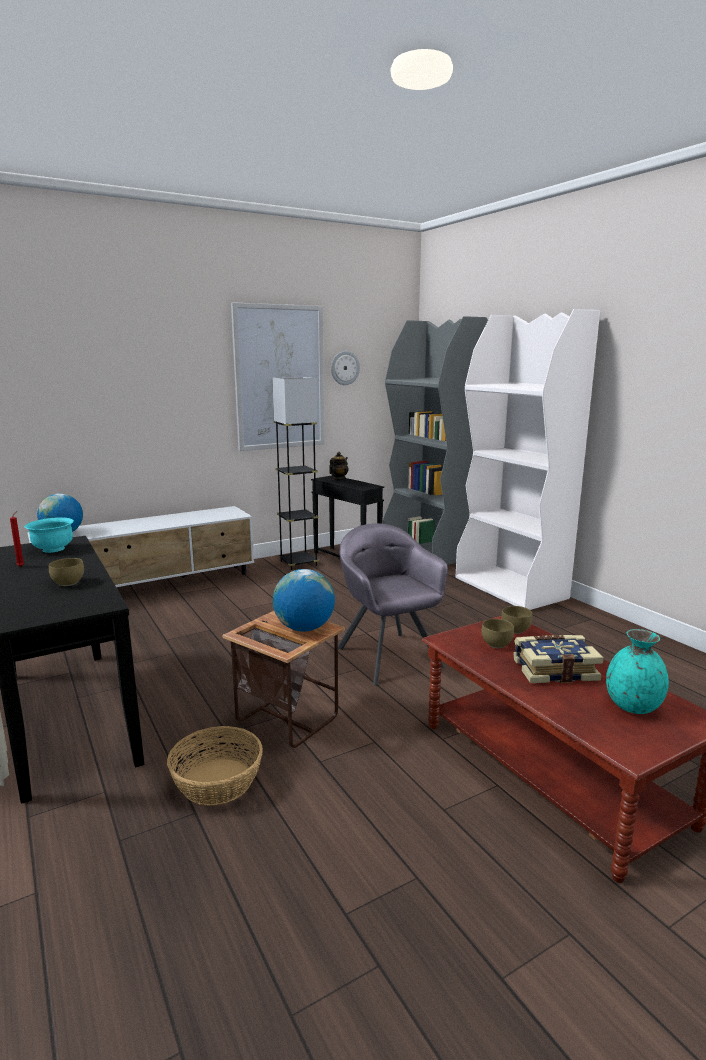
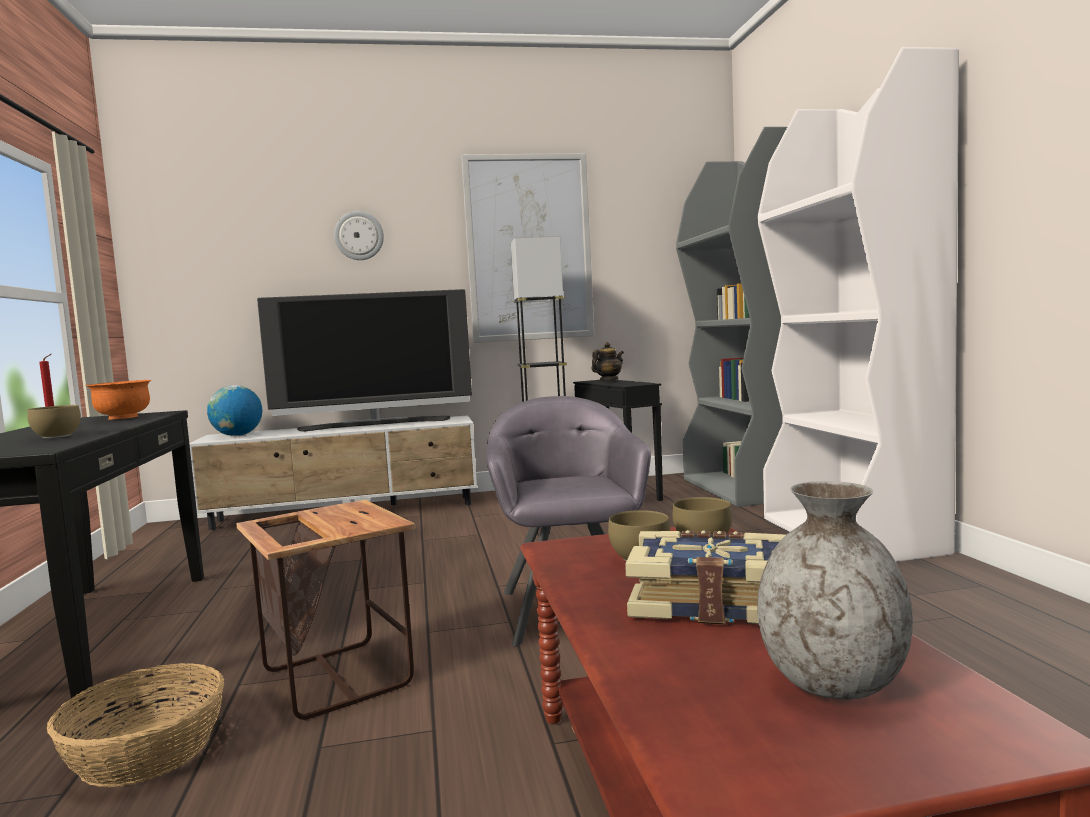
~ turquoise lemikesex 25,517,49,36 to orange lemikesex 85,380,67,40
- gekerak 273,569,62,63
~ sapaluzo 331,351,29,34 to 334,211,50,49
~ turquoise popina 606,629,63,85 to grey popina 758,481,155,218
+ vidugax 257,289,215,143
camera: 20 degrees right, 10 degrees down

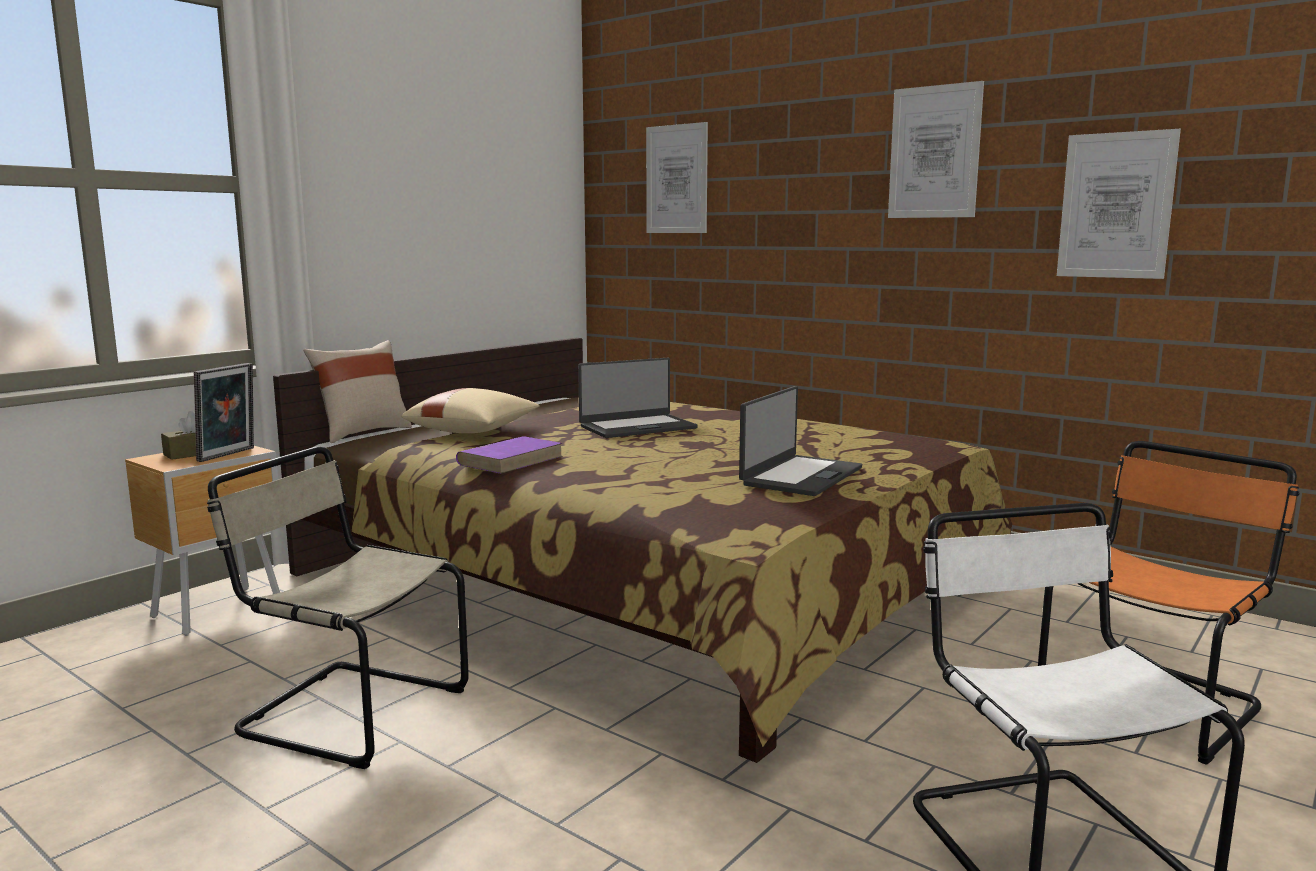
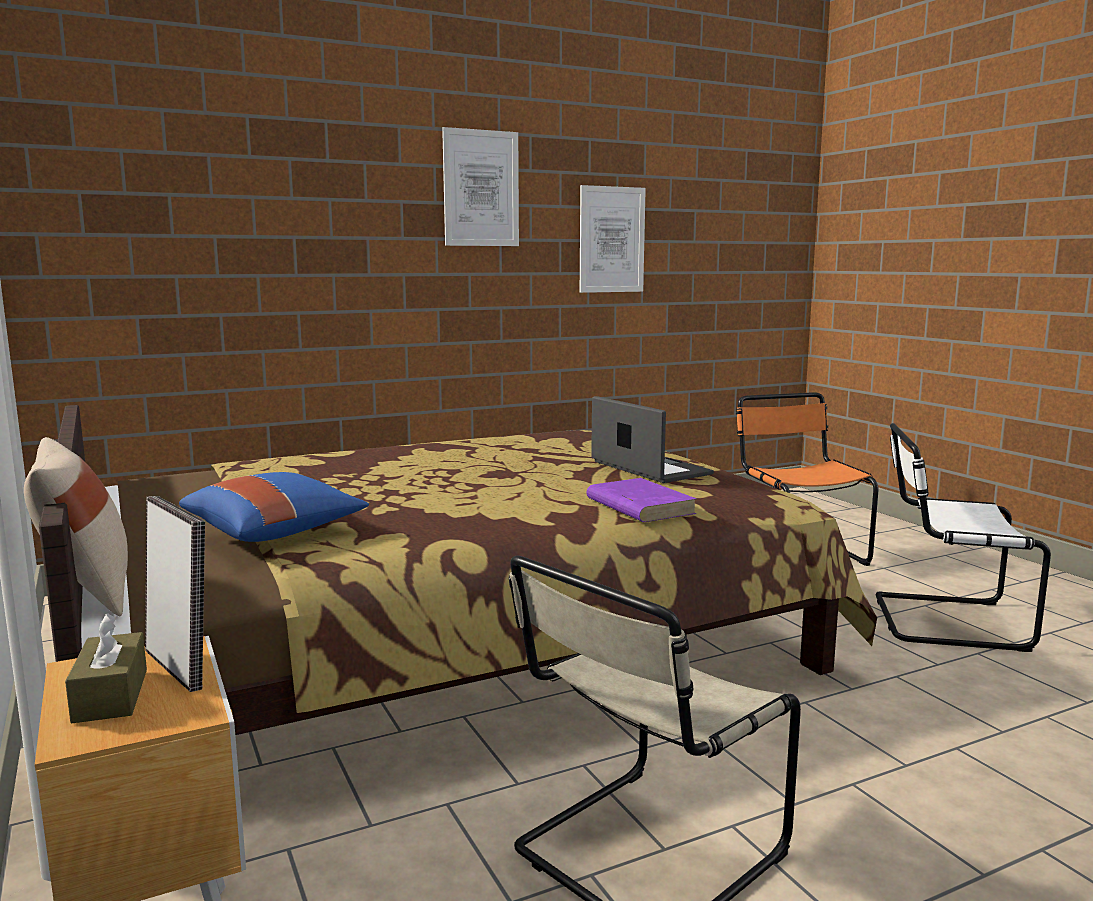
~ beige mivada 402,388,137,45 to blue mivada 179,472,190,70
~ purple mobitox 456,436,107,38 to 586,478,111,44
- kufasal 578,358,120,80
- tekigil 646,122,62,111
camera: 65 degrees left, 0 degrees up

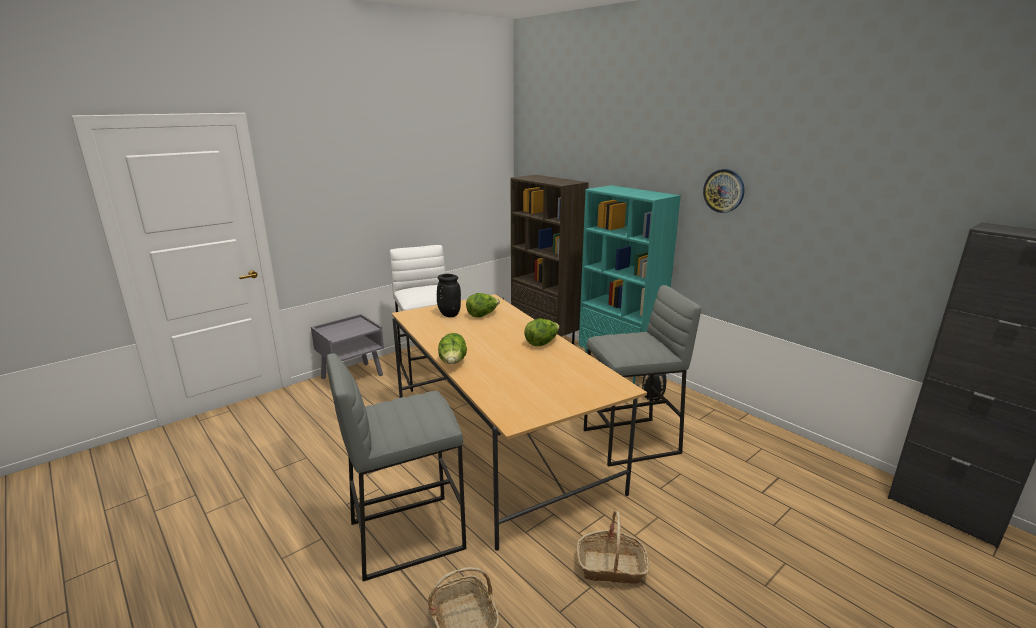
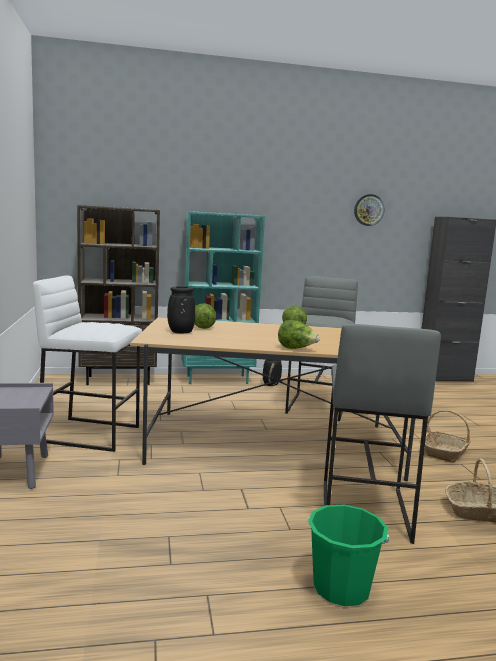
~ sapaluzo 703,169,42,44 to 354,194,30,32
+ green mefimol 308,505,81,101
camera: 60 degrees left, 10 degrees down

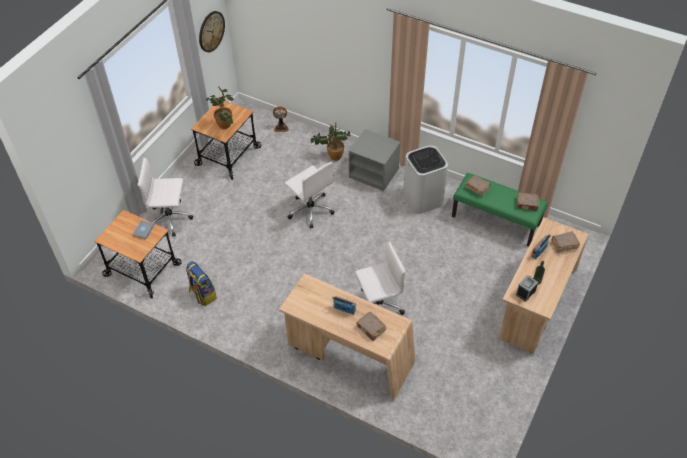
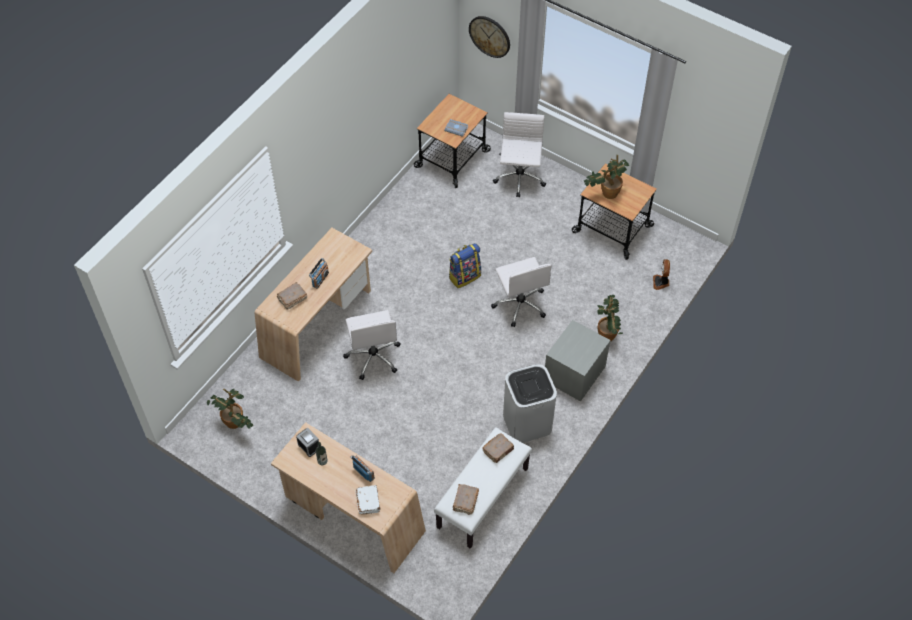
~ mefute 186,261,31,45 to 449,243,32,45
~ sapaluzo 199,11,26,41 to 469,16,41,42
~ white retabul 284,162,51,66 = 491,257,61,70 75 degrees counterclockwise
~ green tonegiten 452,173,96,73 to white tonegiten 434,427,98,122
~ brown mobitox 551,231,29,22 to white mobitox 356,485,25,30
+ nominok 207,389,46,40
camera: 95 degrees right, 5 degrees up

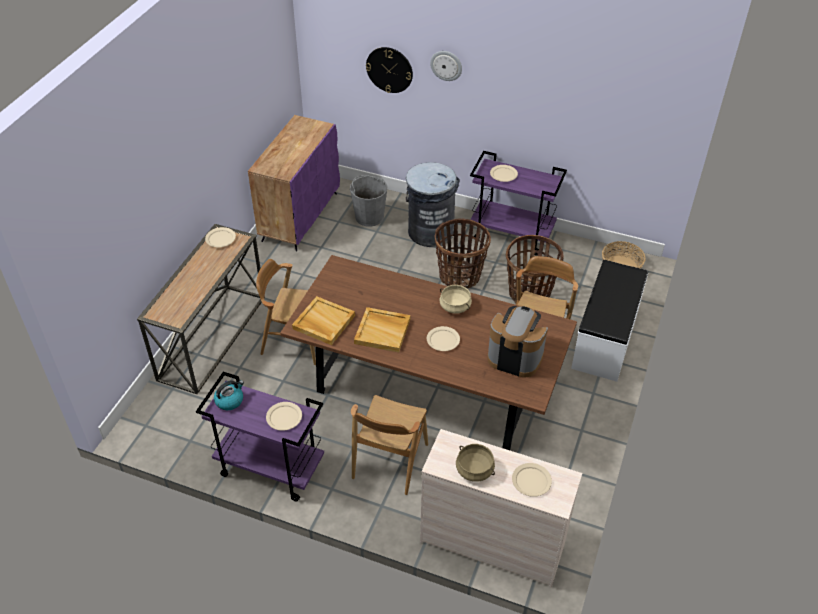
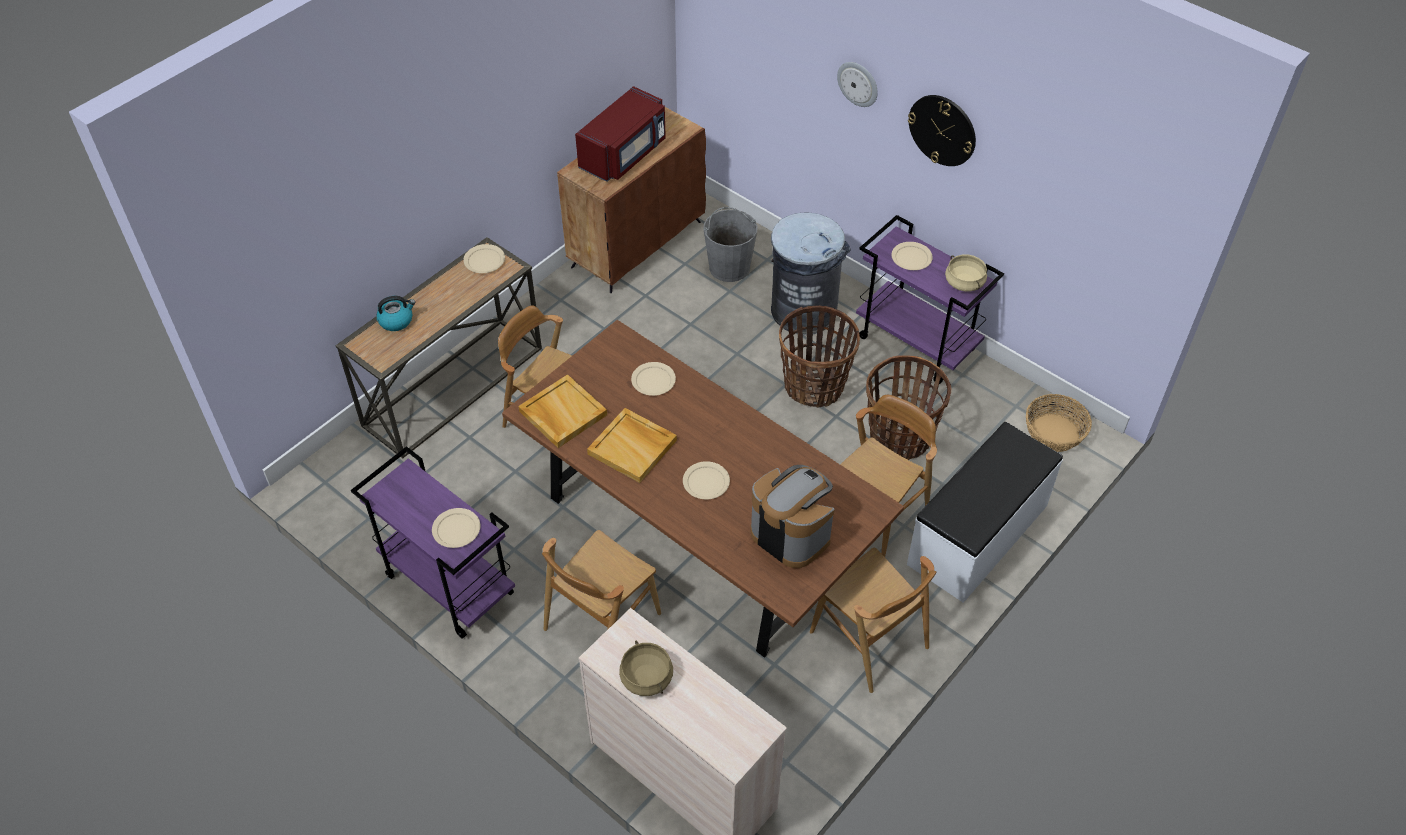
~ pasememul 214,380,30,30 to 376,296,39,35
~ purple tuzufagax 248,115,92,136 to brown tuzufagax 557,107,149,186
~ sapaluzo 366,47,47,46 to 908,95,68,71
~ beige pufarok 439,285,33,29 to 945,255,42,37
~ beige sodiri 512,463,40,34 to 631,362,45,34
+ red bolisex 575,86,91,96
+ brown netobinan 810,548,126,145
camera: 20 degrees right, 5 degrees up

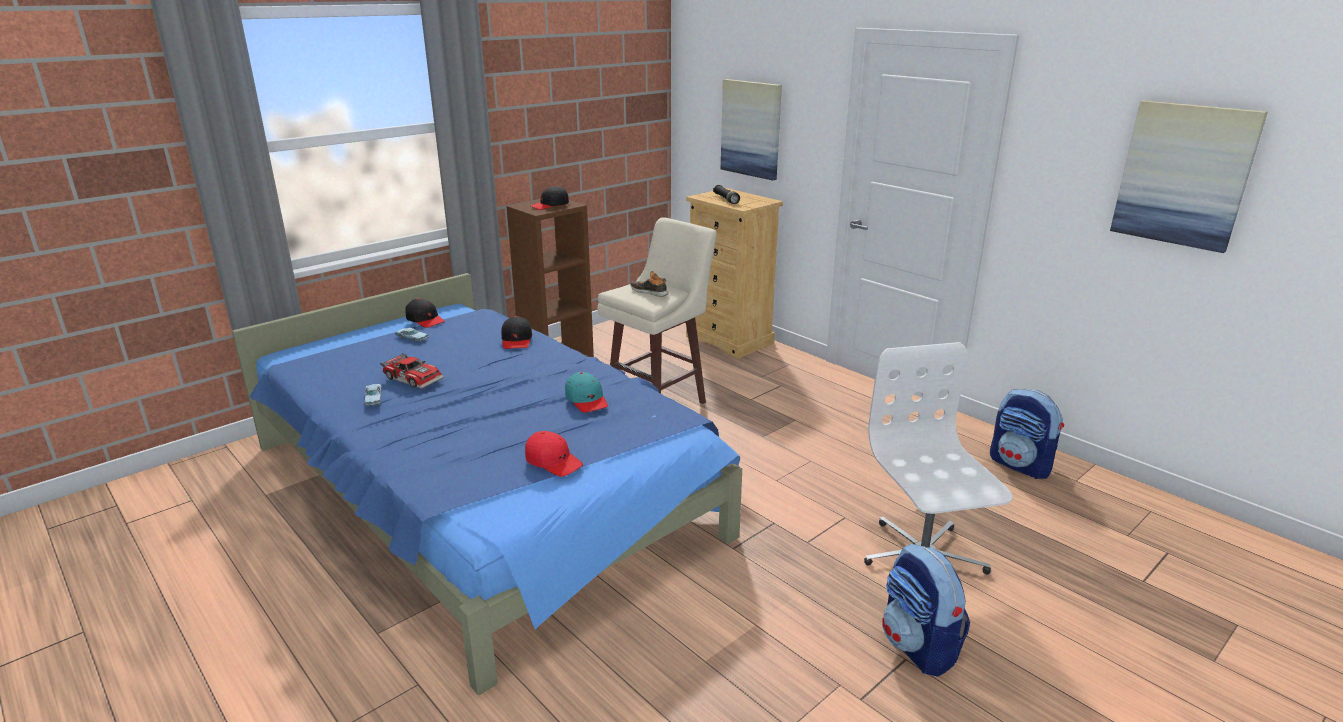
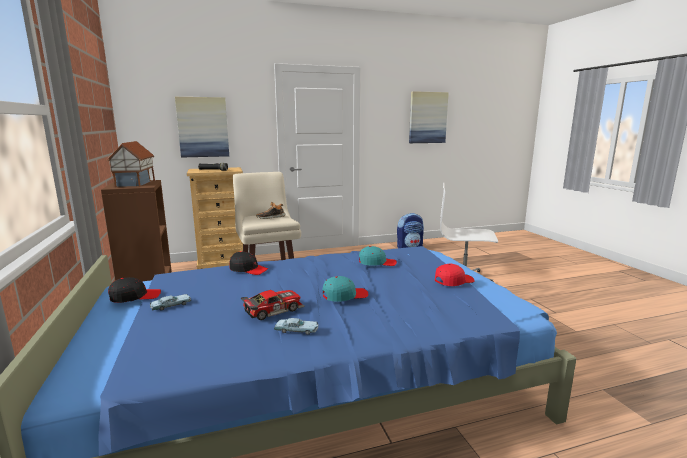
~ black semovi 530,186,39,24 to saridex 107,141,48,46
- mefute 882,543,88,134
+ turquoise semovi 323,276,45,26
camera: 65 degrees left, 10 degrees down

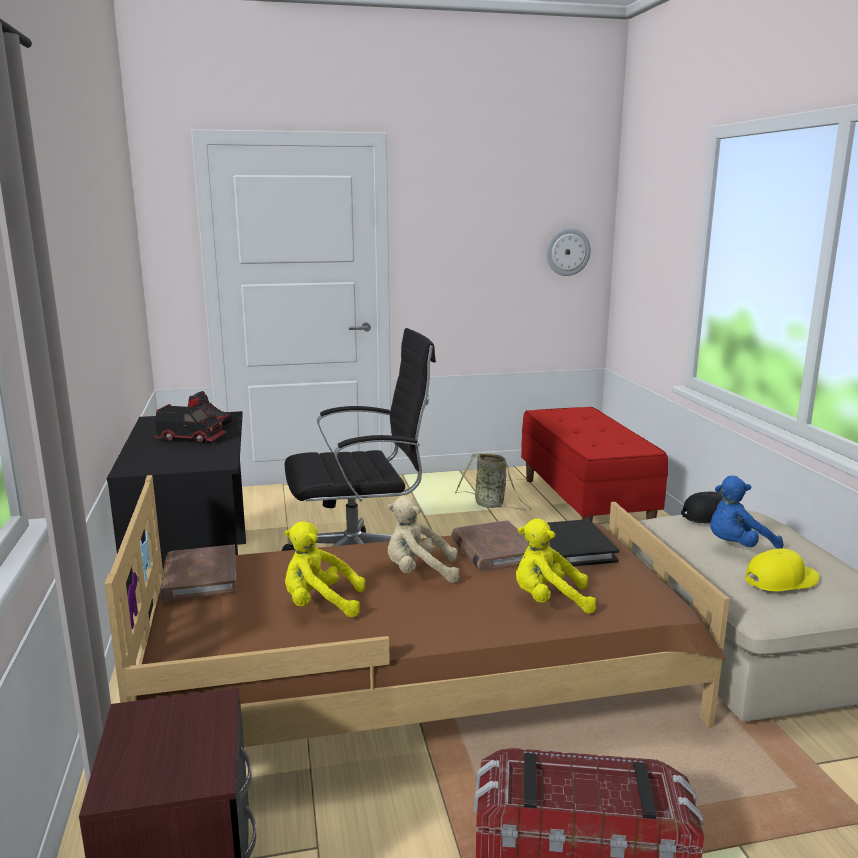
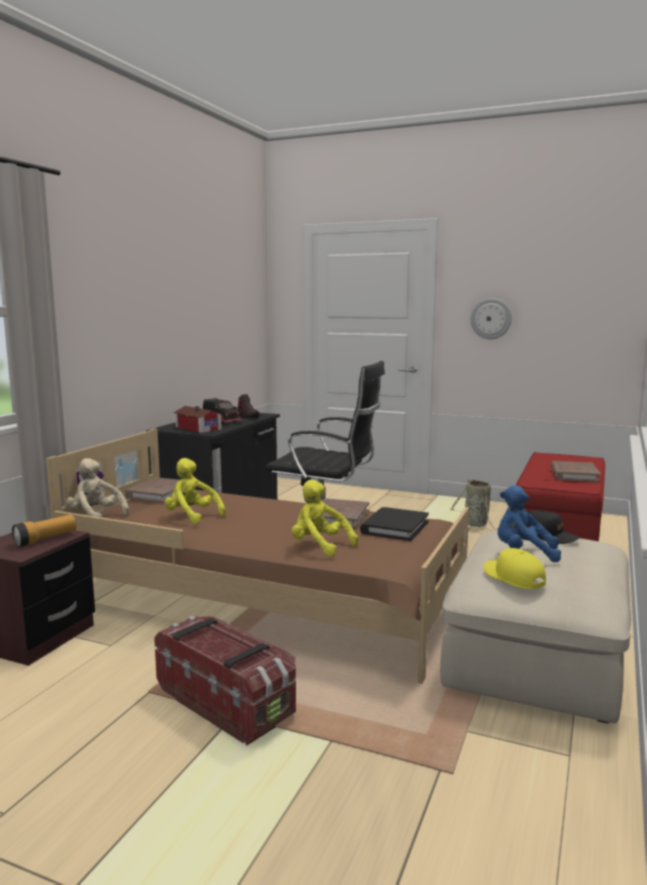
~ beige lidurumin 388,496,72,87 to 66,458,63,60
~ sapaluzo 546,228,45,48 to 471,298,41,41
~ yellow semovi 745,548,74,43 = 483,548,63,41 135 degrees counterclockwise
+ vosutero 12,515,64,32
+ saridex 173,406,50,27
+ brown mobitox 551,461,49,21
camera: 35 degrees right, 5 degrees down

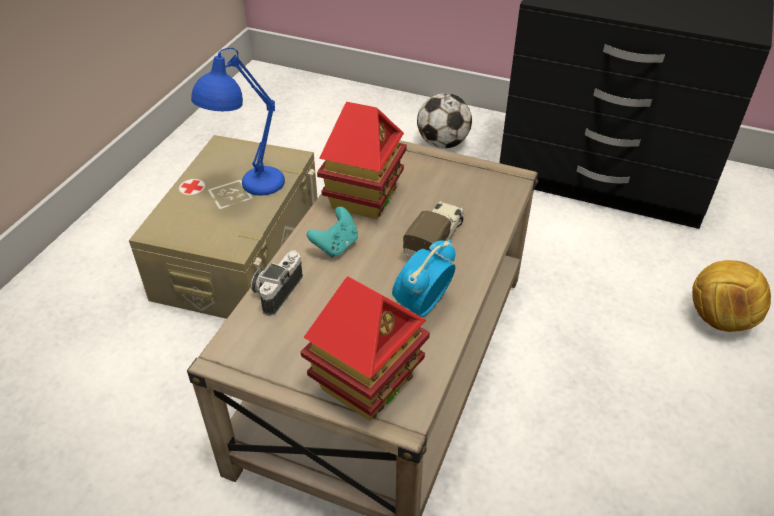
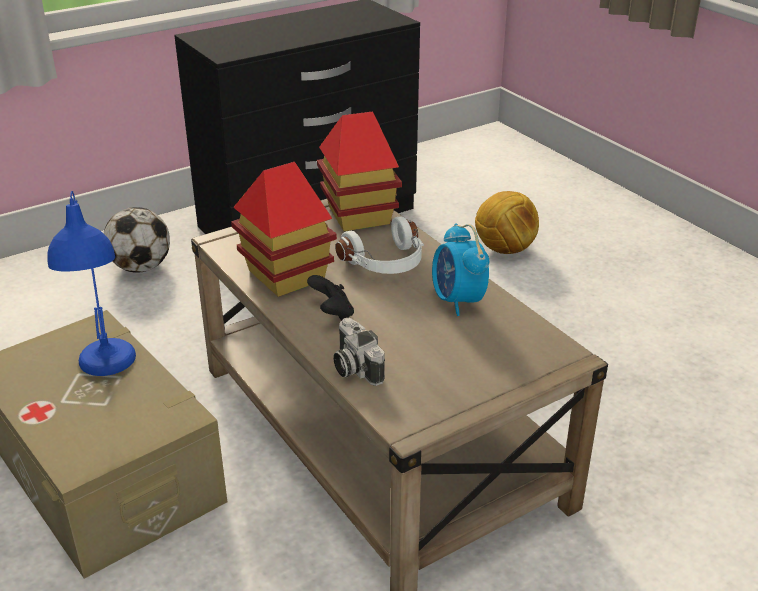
~ saridex 300,276,130,145 to 317,111,85,120
~ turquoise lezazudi 307,207,51,51 to black lezazudi 307,275,47,45
~ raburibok 403,200,61,57 to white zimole 335,216,89,58
camera: 55 degrees left, 10 degrees down

